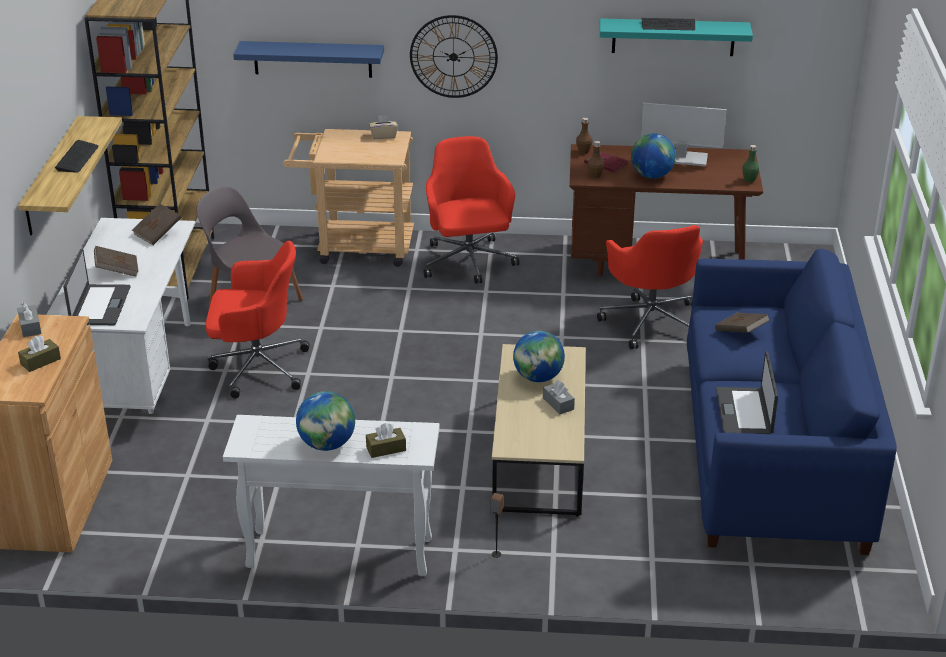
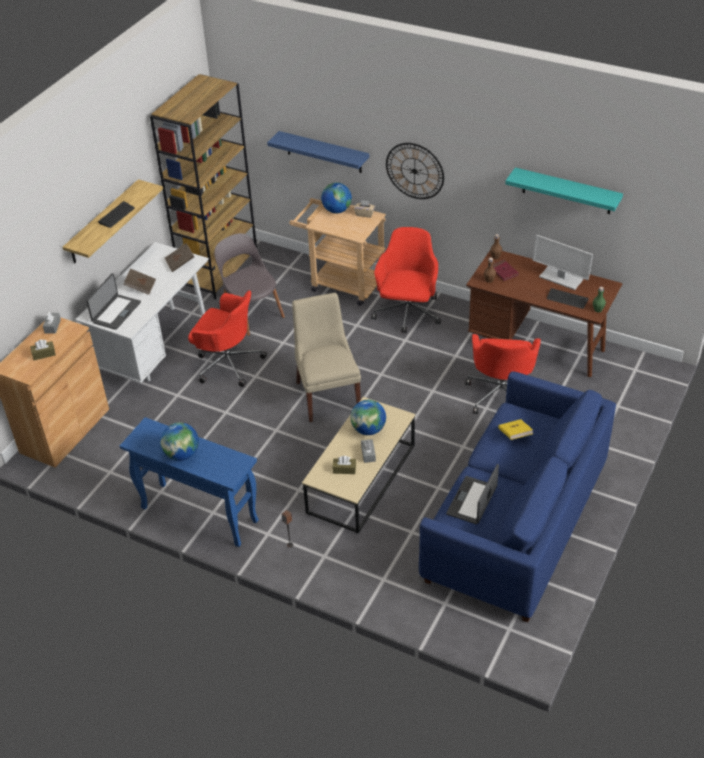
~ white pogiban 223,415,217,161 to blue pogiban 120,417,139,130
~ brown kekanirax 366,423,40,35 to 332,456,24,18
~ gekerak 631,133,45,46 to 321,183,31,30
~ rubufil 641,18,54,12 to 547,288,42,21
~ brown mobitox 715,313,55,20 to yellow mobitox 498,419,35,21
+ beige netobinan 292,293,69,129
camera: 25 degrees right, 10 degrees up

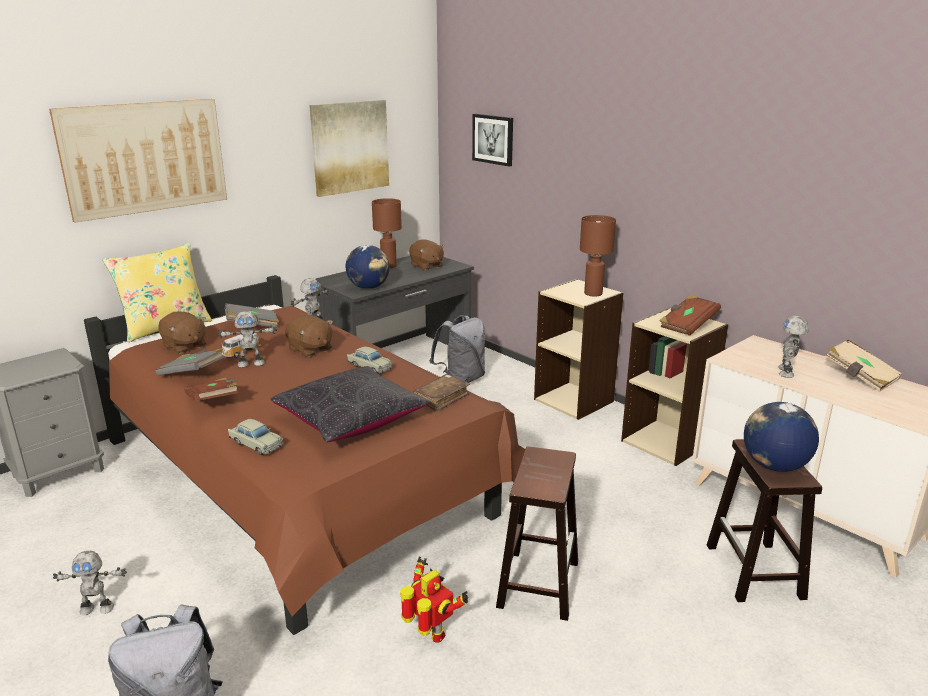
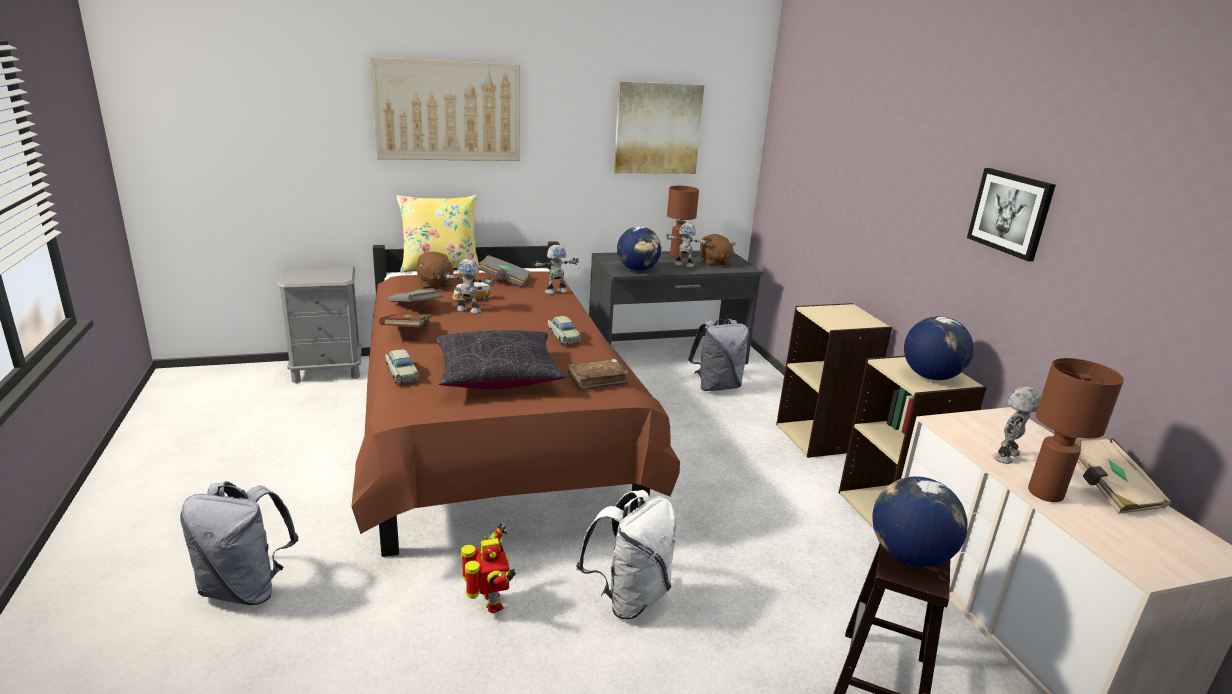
~ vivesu 53,551,74,64 to 666,223,43,45
- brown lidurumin 285,314,48,43
~ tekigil 472,114,41,52 to 967,168,89,93
~ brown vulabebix 496,446,82,175 to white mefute 576,490,101,129
~ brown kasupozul 580,215,36,81 to 1028,358,96,144
~ brown mobitox 659,295,62,41 to gekerak 904,316,70,64
camera: 25 degrees right, 0 degrees up

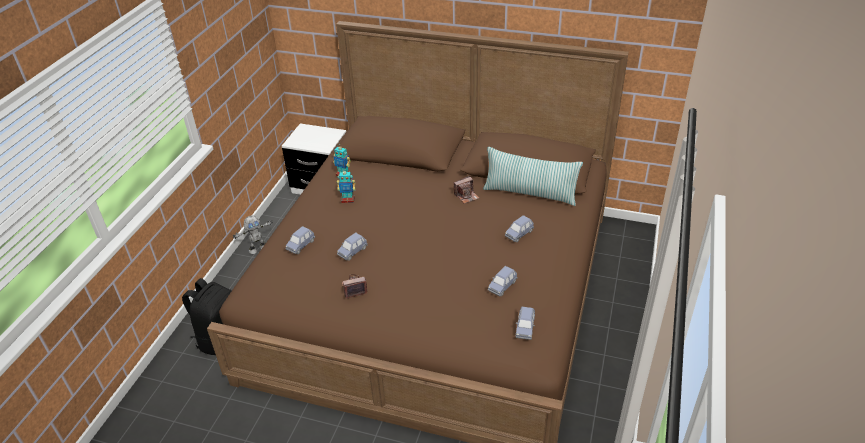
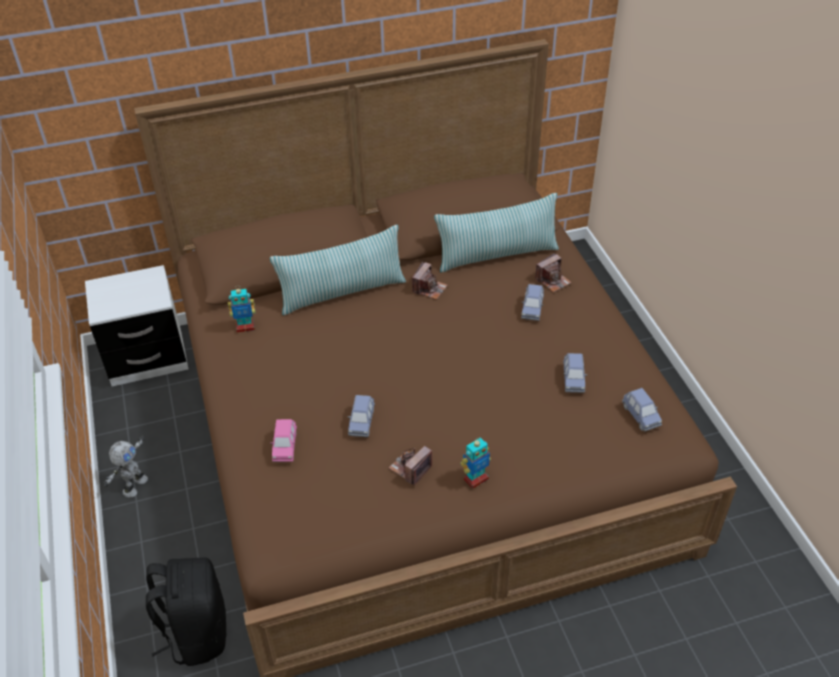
~ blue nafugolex 285,226,30,28 to pink nafugolex 270,419,27,43
~ vivesu 337,169,18,34 to 461,438,30,51
+ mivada 270,225,136,90
+ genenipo 535,253,37,39
camera: 35 degrees left, 5 degrees up

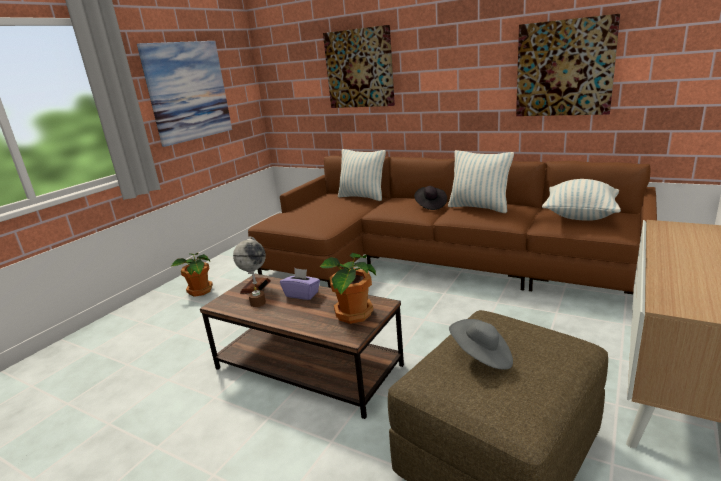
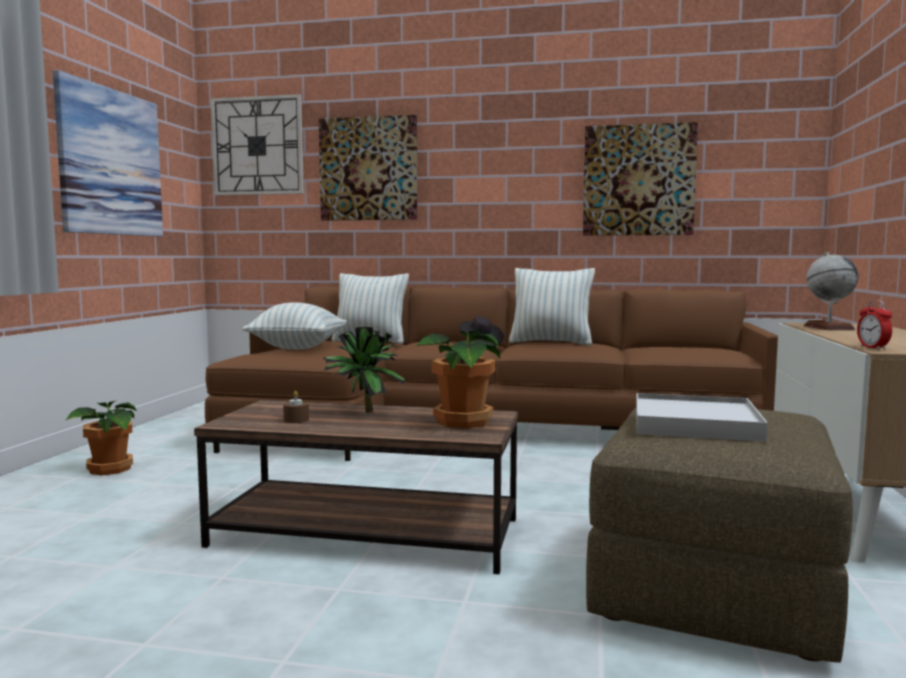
~ gekerak 233,237,38,57 to 804,252,54,78
~ purple kekanirax 280,268,40,32 to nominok 323,327,83,85
~ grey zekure 449,319,64,51 to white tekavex 636,393,132,49
~ mivada 542,179,79,42 to 242,303,105,47
+ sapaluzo 210,94,94,102
+ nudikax 857,300,35,50
camera: 20 degrees left, 15 degrees down

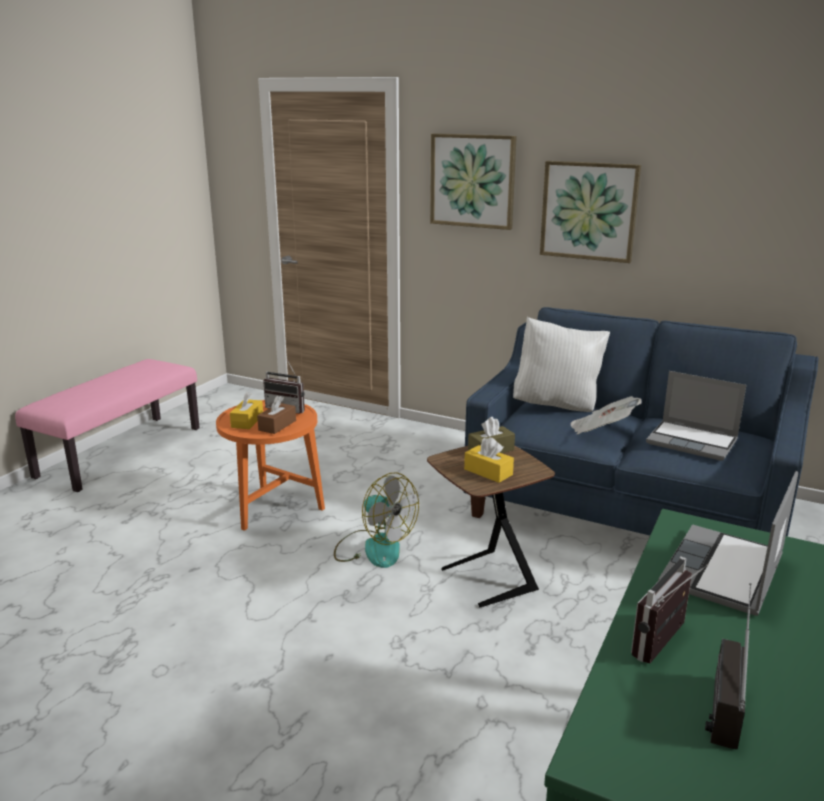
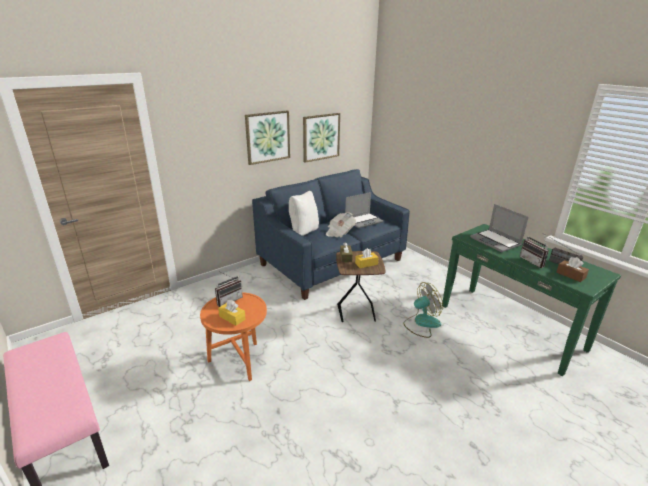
~ brown kekanirax 257,396,39,38 to 556,257,33,25
~ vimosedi 334,472,85,96 to 403,282,40,56
~ tekigil 430,133,87,97 to 303,113,37,50
camera: 65 degrees left, 5 degrees up

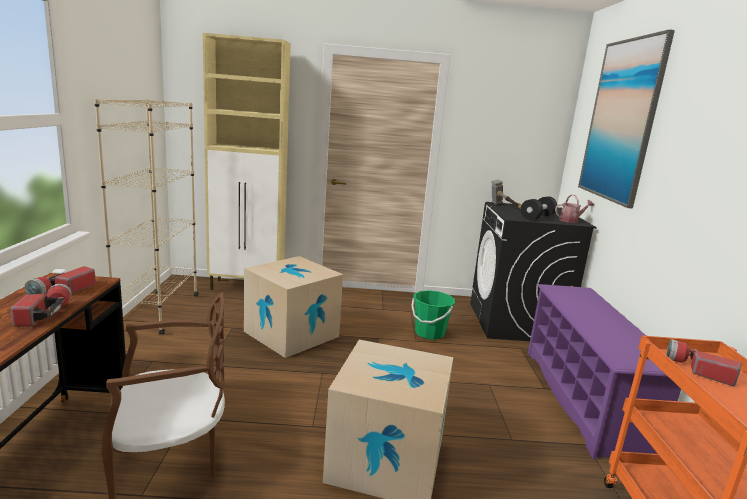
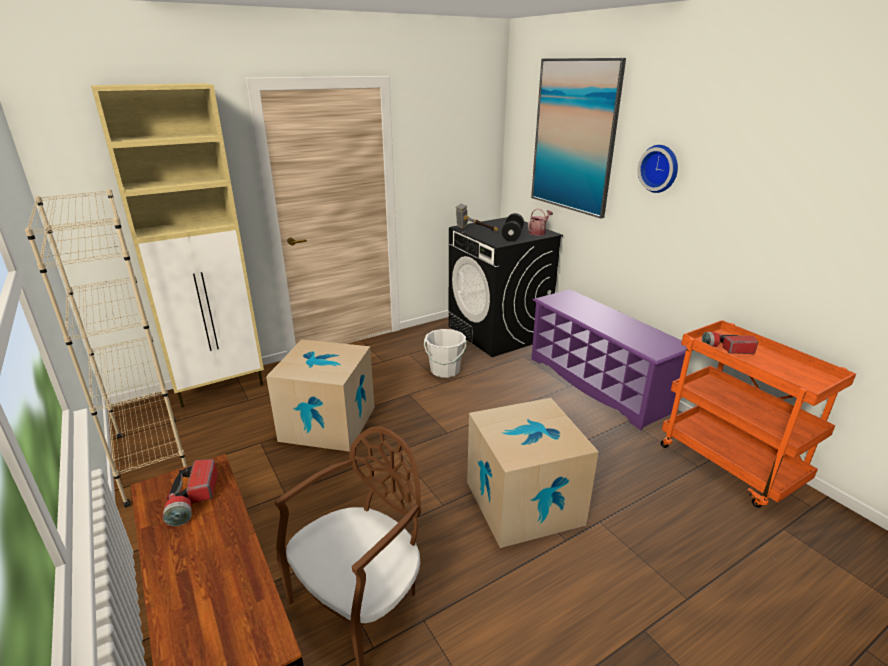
- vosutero 11,284,61,43
~ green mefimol 411,290,44,50 to white mefimol 424,329,43,49
+ sapaluzo 638,145,40,48
camera: 30 degrees left, 10 degrees up

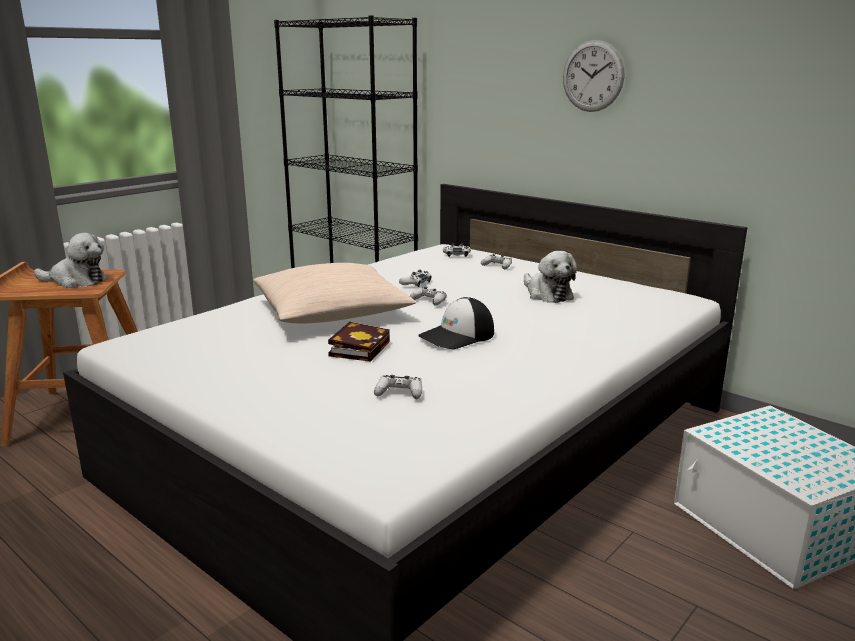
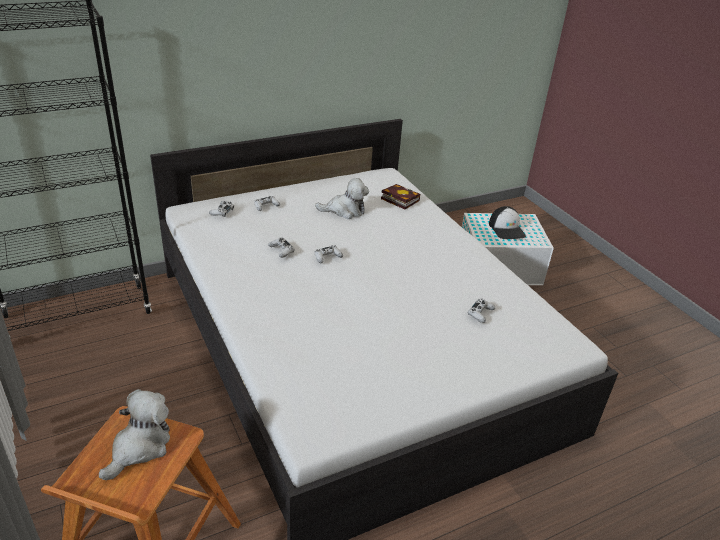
- beige mivada 253,263,163,60
~ mobitox 328,322,62,40 to 381,184,39,25
~ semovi 418,297,76,52 to 489,206,37,33
- sapaluzo 563,40,61,72
camera: 70 degrees left, 15 degrees up

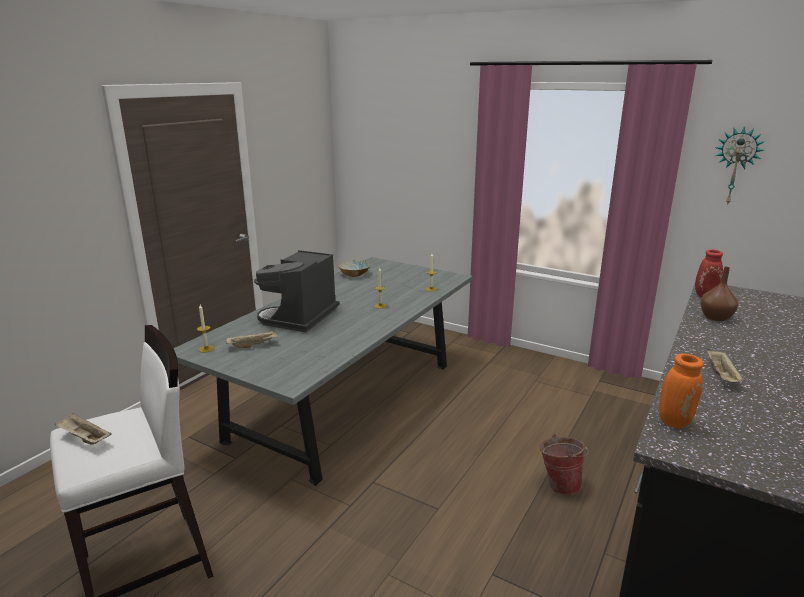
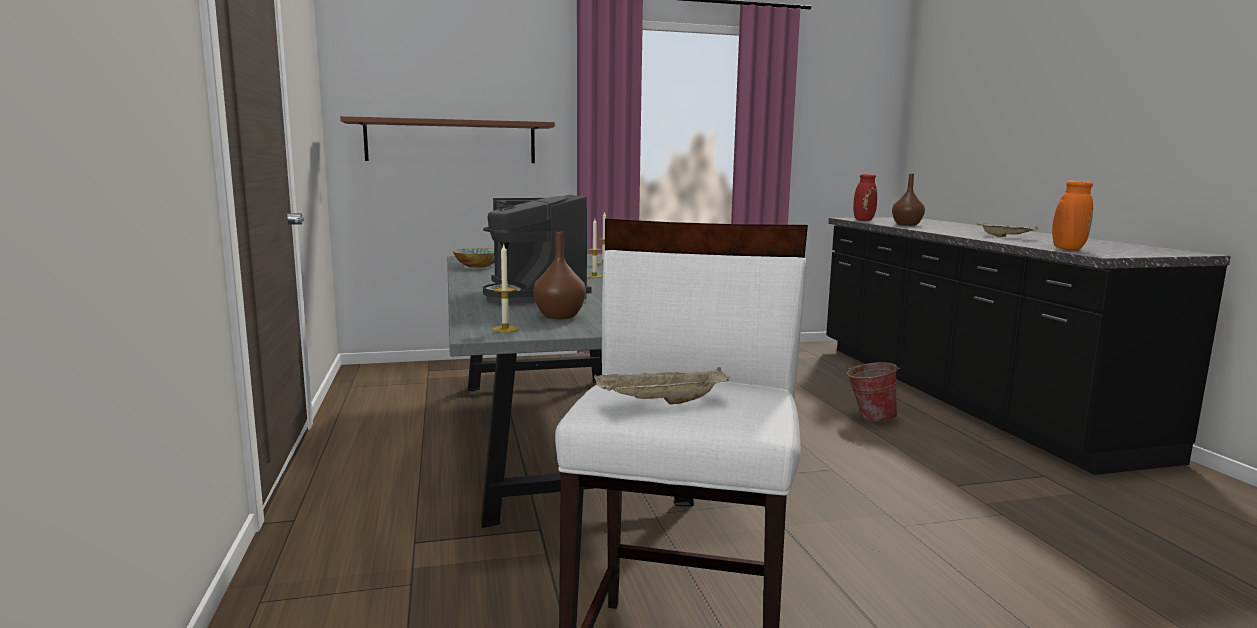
~ beige tekavex 226,330,52,18 to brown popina 533,231,53,88
- sapaluzo 715,126,50,79
+ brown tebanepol 340,116,215,47
camera: 45 degrees left, 10 degrees down

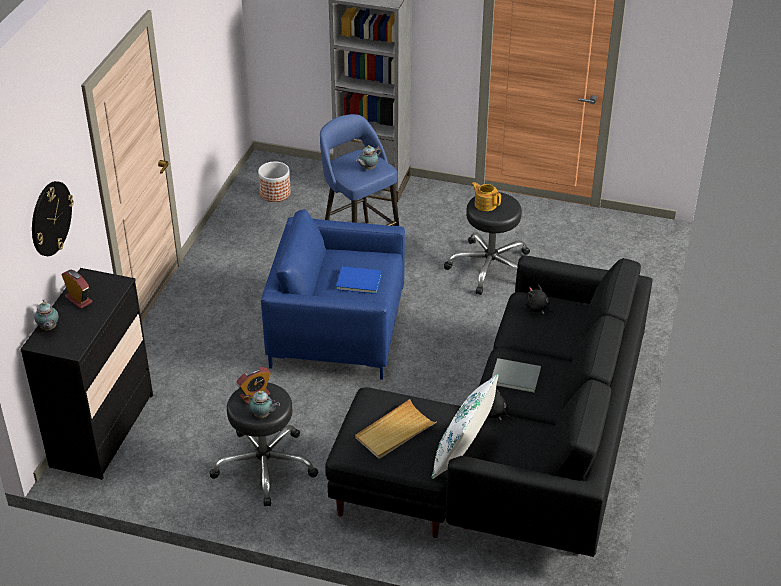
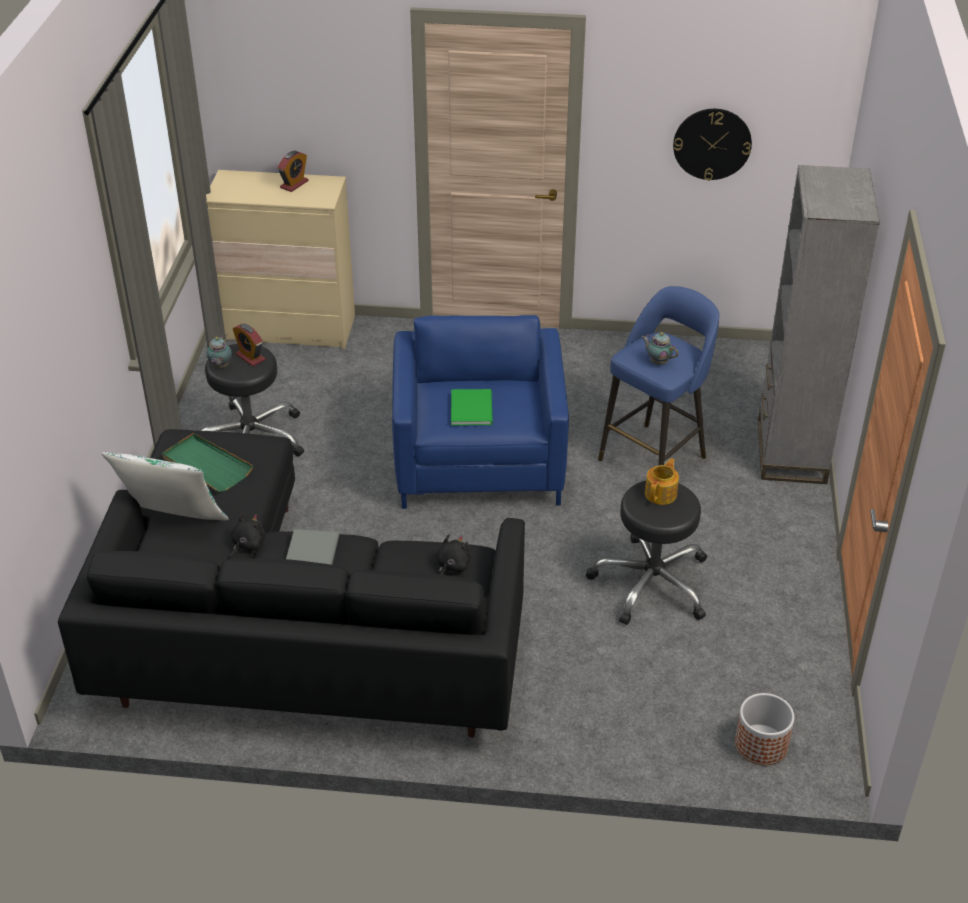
~ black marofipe 20,268,133,212 to beige marofipe 206,170,149,179
~ sapaluzo 32,181,42,75 to 673,109,79,72
- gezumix 34,299,25,31
~ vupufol 258,162,33,40 to 735,693,60,72
~ blue mobitox 336,266,46,28 to green mobitox 451,389,42,37
~ beige tekavex 355,399,82,60 to green tekavex 162,433,91,59
camera: 80 degrees right, 0 degrees up

